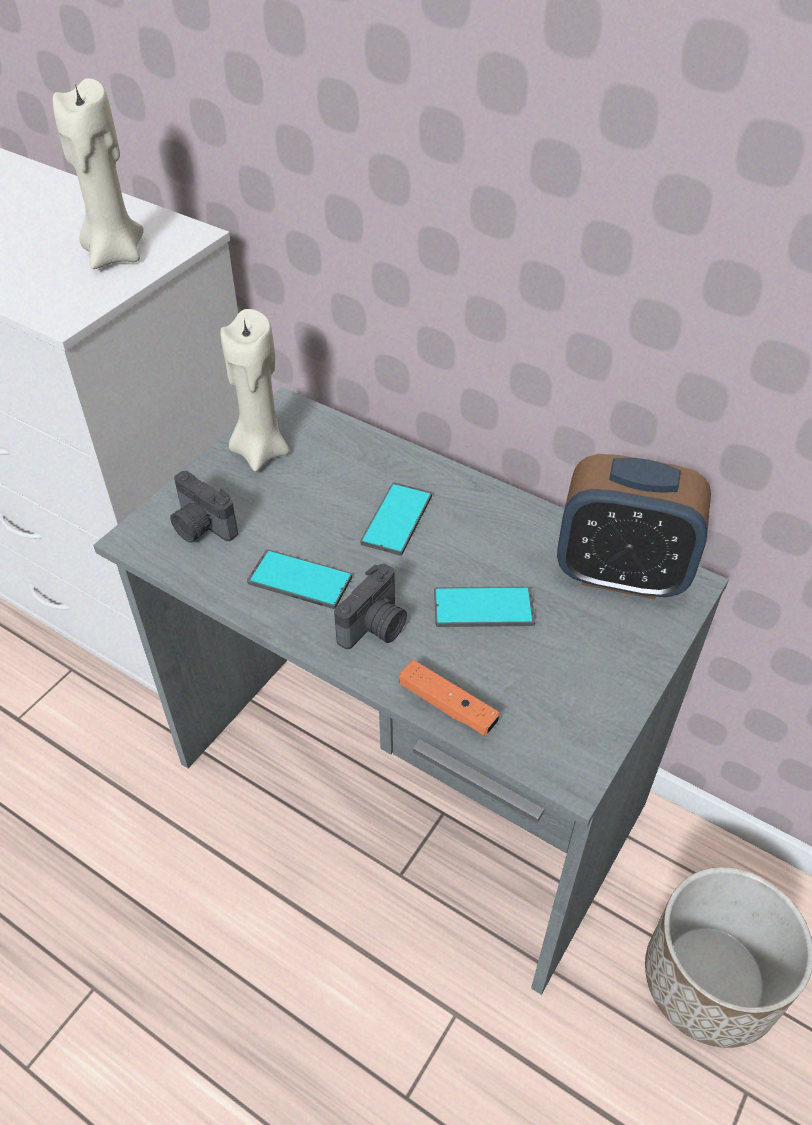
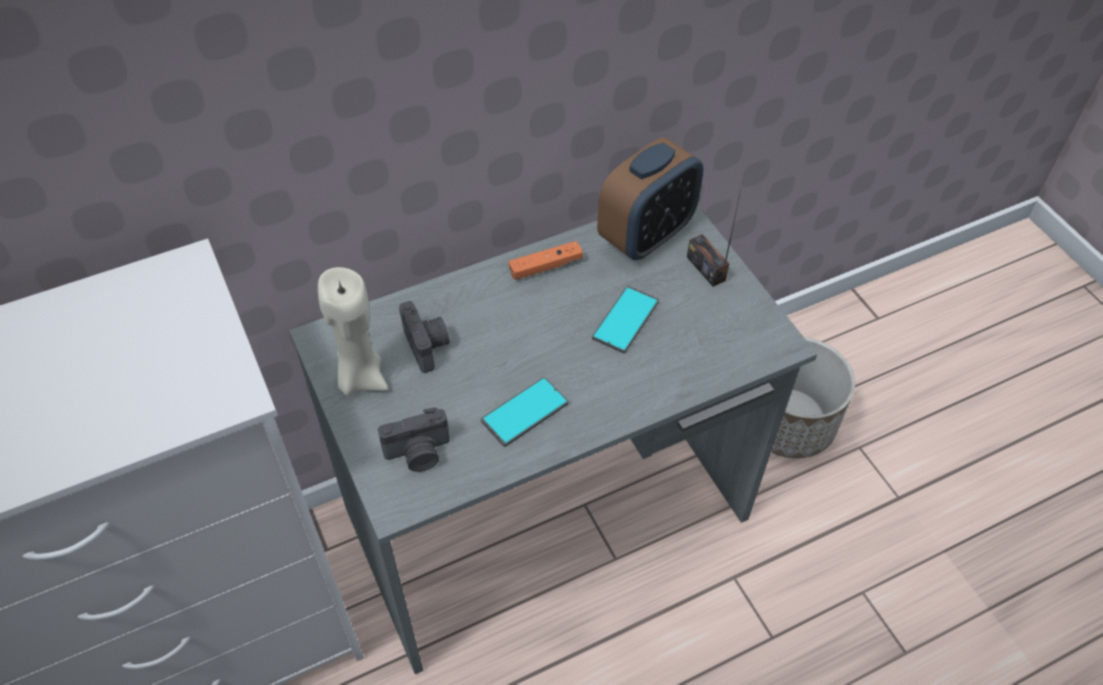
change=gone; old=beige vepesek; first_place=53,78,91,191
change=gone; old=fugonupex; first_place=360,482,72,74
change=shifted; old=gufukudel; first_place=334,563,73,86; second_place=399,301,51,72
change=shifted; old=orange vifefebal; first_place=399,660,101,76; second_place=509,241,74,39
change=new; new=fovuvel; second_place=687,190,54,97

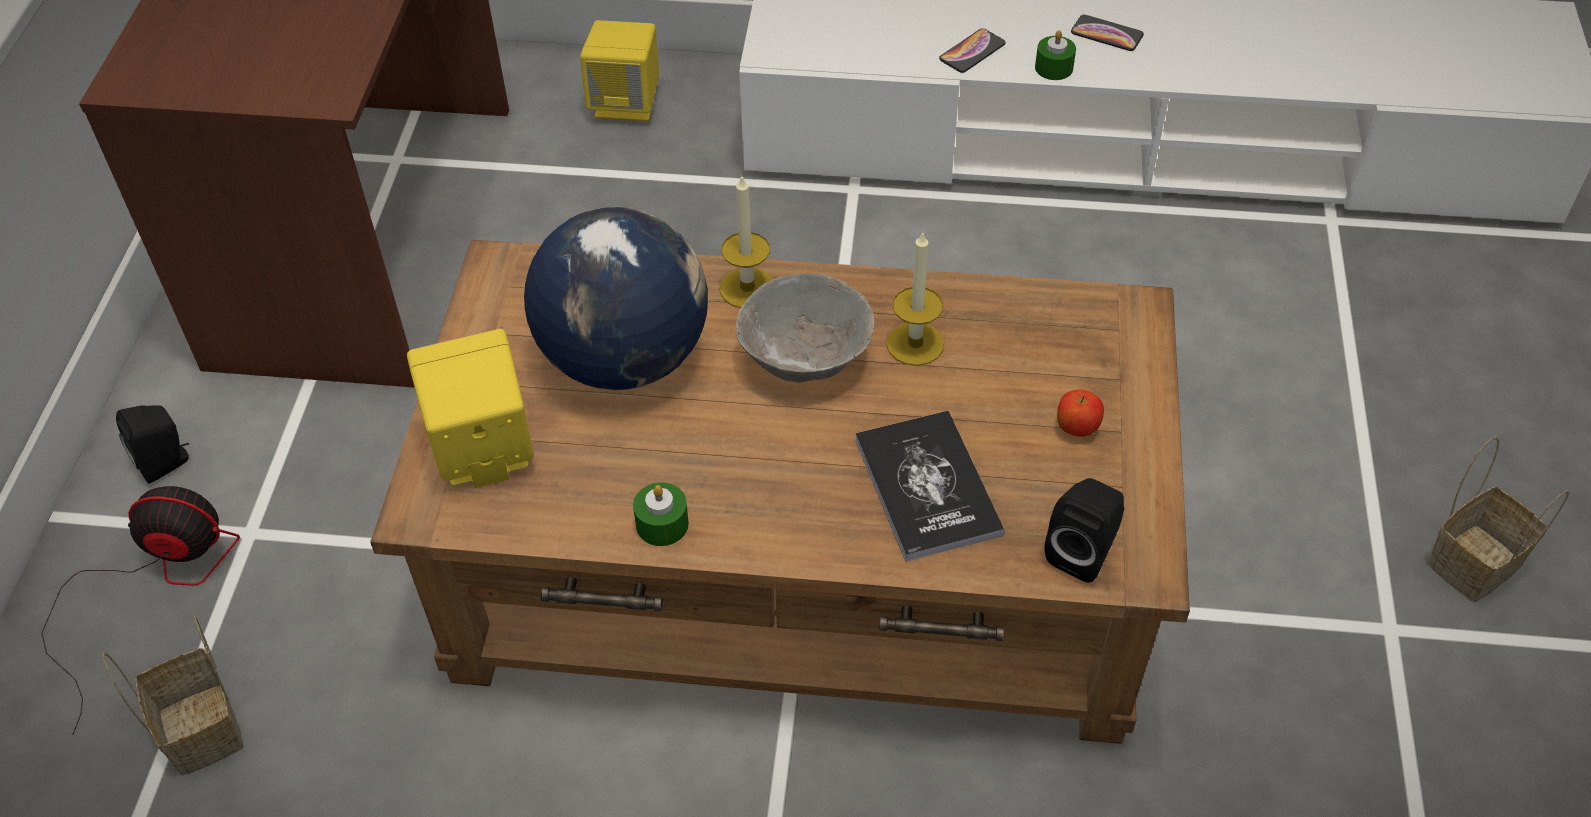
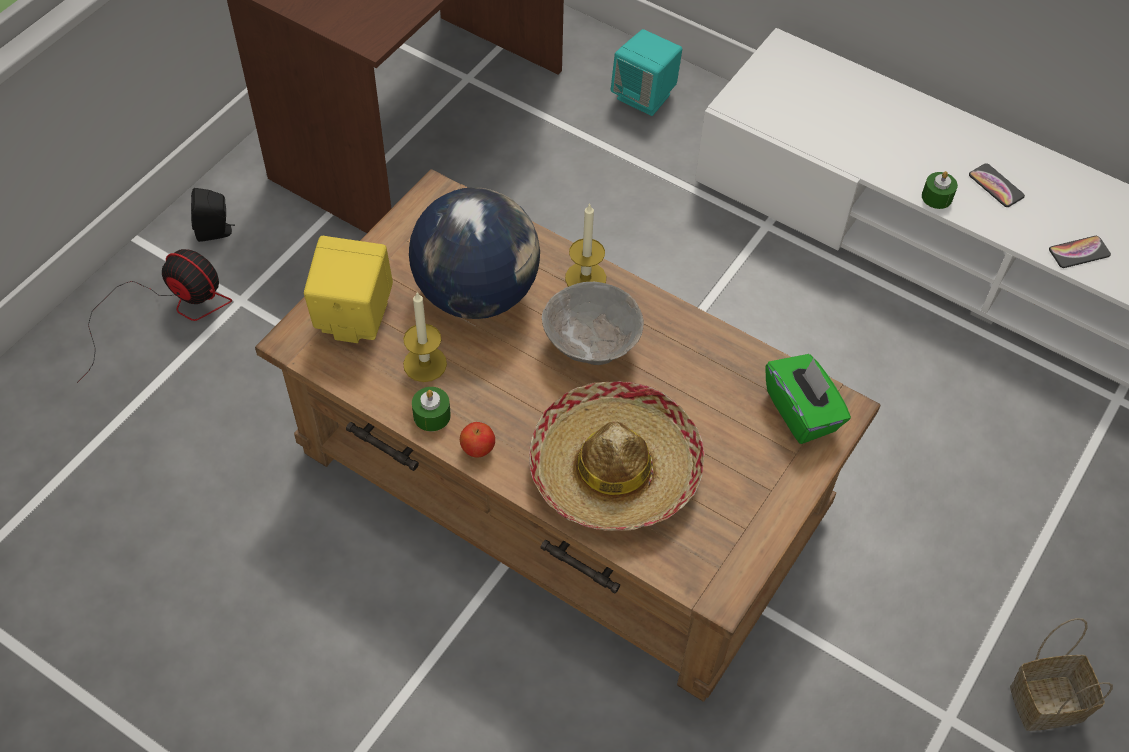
change=repainted; old=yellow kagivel; new=turquoise kagivel; first_place=580,20,79,101; second_place=611,29,71,87
change=shifted; old=fugonupex; first_place=939,28,67,45; second_place=1049,236,62,32
change=shifted; old=vepesek; first_place=886,231,58,135; second_place=403,291,44,91
change=shifted; old=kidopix; first_place=1057,390,47,47; second_place=460,422,35,36
change=swapped; old=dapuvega; new=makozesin; first_place=855,411,150,151; second_place=529,381,176,150
change=gone; old=black kagivel; first_place=1045,478,79,105
change=gone; old=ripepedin; first_place=102,614,142,161
change=new; new=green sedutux; second_place=765,354,86,90

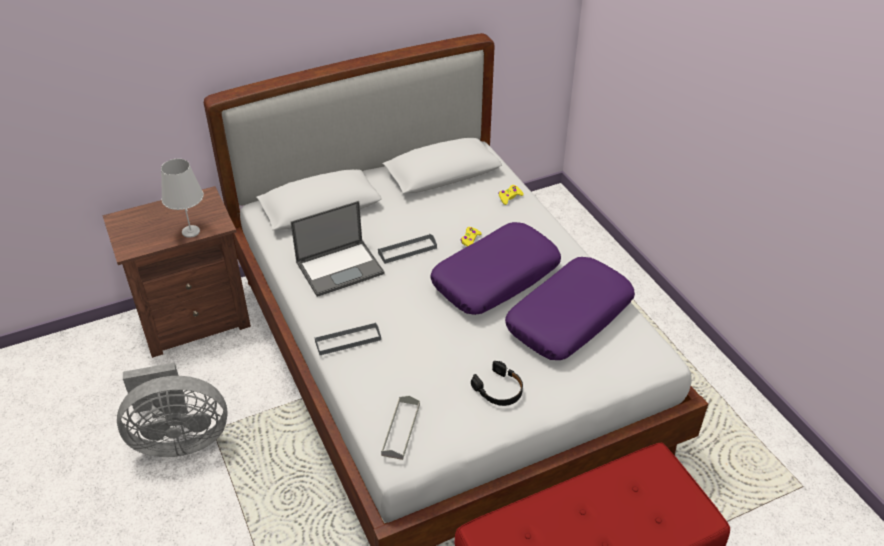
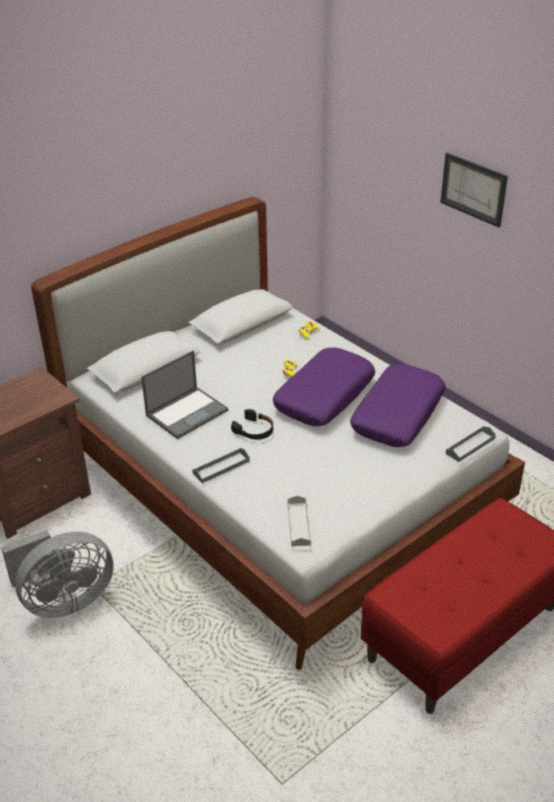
change=gone; old=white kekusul; first_place=161,159,43,79
change=shifted; old=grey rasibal; first_place=378,234,59,30; second_place=446,426,50,36
change=shifted; old=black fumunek; first_place=471,361,52,45; second_place=231,409,42,31
change=new; new=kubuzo; second_place=440,153,68,75

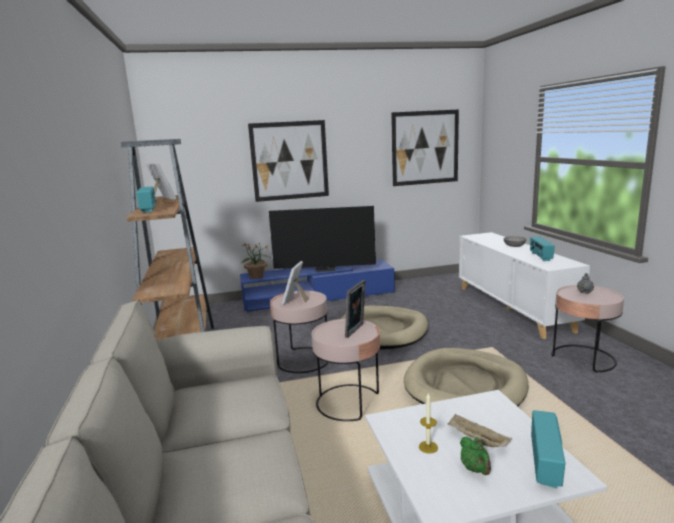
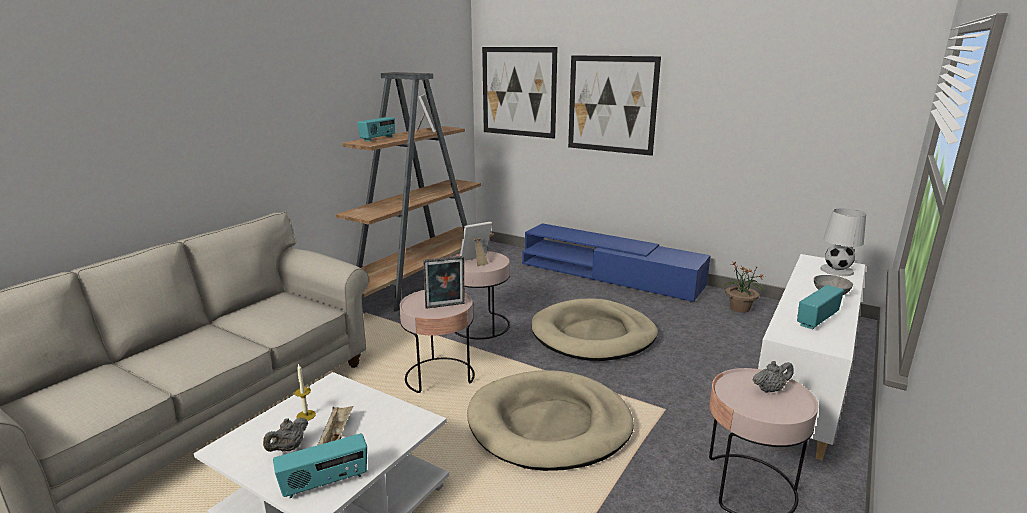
change=shifted; old=kubuzo; first_place=391,110,68,76; second_place=482,47,76,92
change=gone; old=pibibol; first_place=269,206,107,66
change=shifted; old=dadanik; first_place=241,243,28,36; second_place=724,262,41,51
change=repainted; old=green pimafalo; new=grey pimafalo; first_place=460,437,31,38; second_place=263,418,45,34
change=new; new=white kekusul; second_place=820,208,46,68

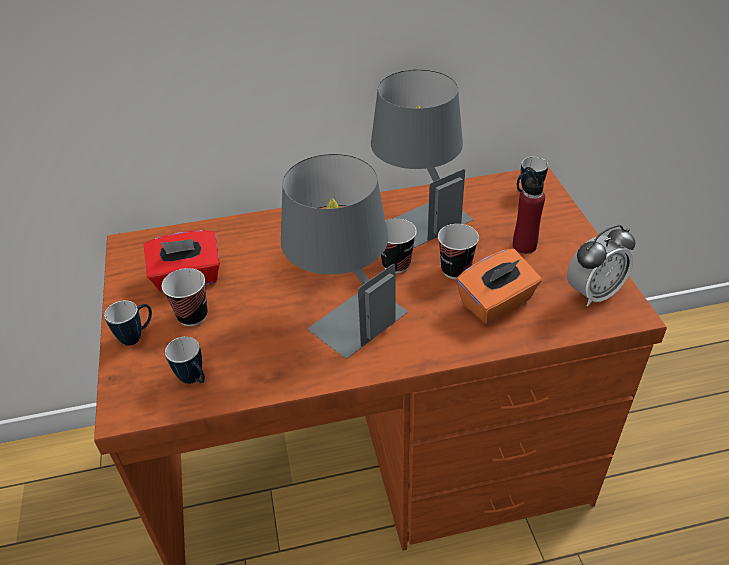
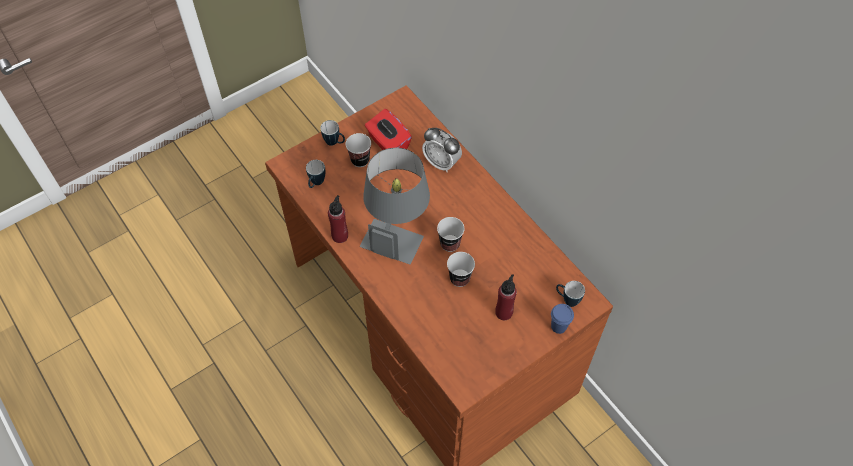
change=gone; old=grey kekusul; first_place=371,70,102,178
change=shifted; old=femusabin; first_place=567,225,69,82; second_place=422,128,40,44
change=gone; old=orange sedutux; first_place=456,249,86,75
change=new; new=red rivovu; second_place=328,195,20,48
change=new; new=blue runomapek; second_place=551,304,23,30

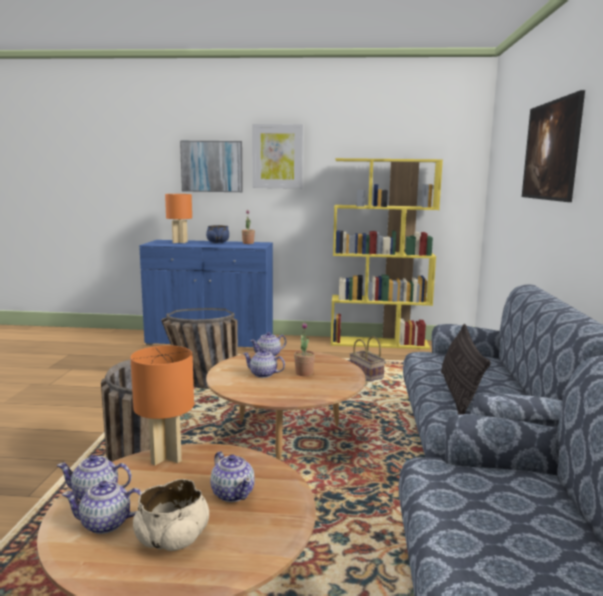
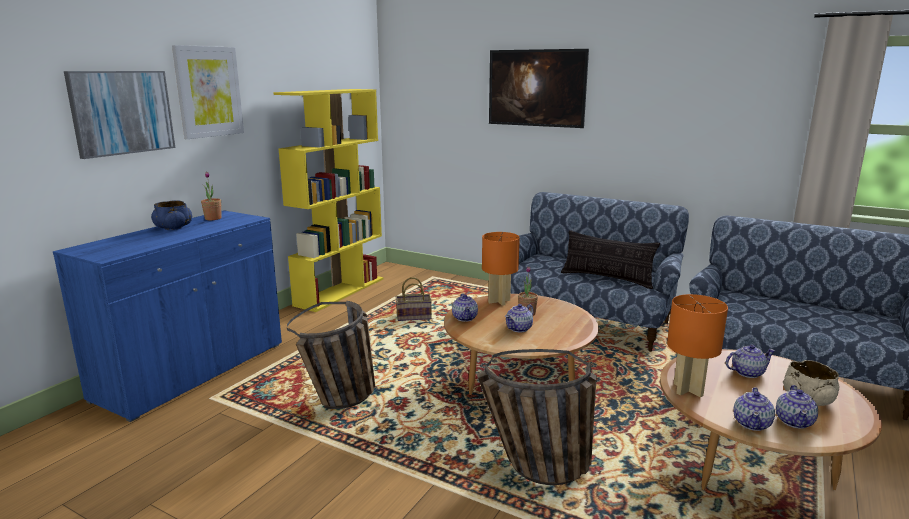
change=shifted; old=orange kekusul; first_place=165,194,27,49; second_place=482,232,38,74

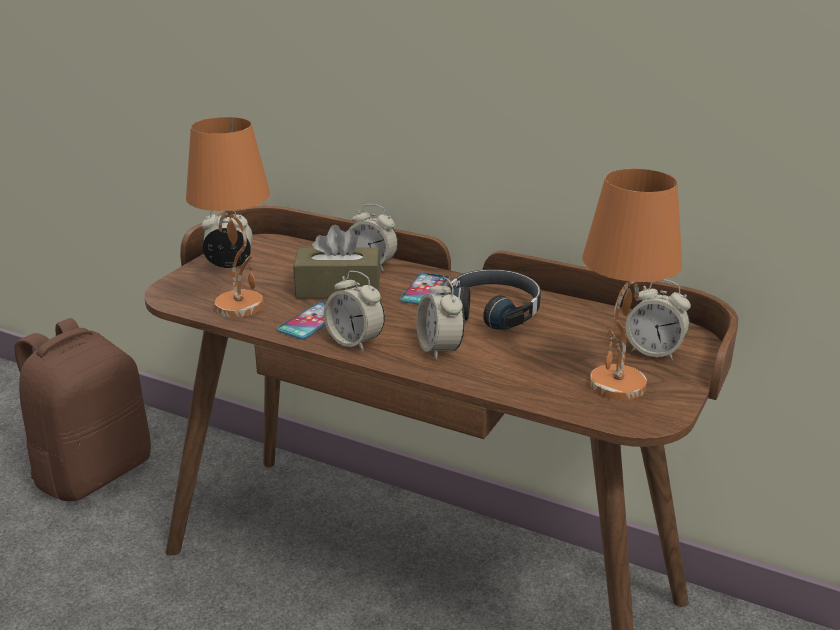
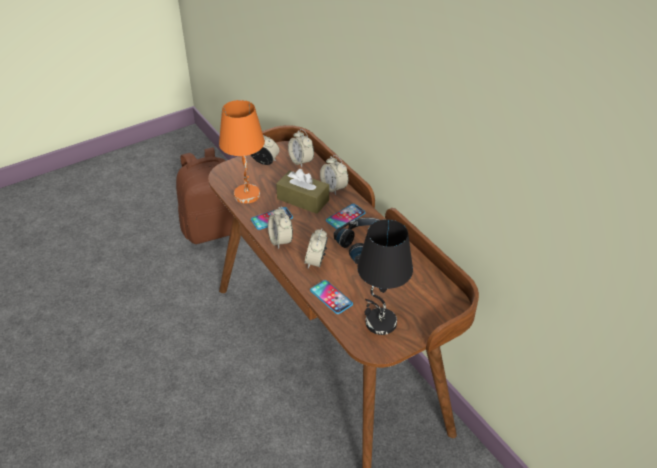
change=repainted; old=orange kekusul; new=black kekusul; first_place=582,168,100,232; second_place=357,219,56,116
change=shifted; old=femusabin; first_place=626,279,65,81; second_place=288,129,26,38
change=new; new=fugonupex; second_place=310,280,43,34

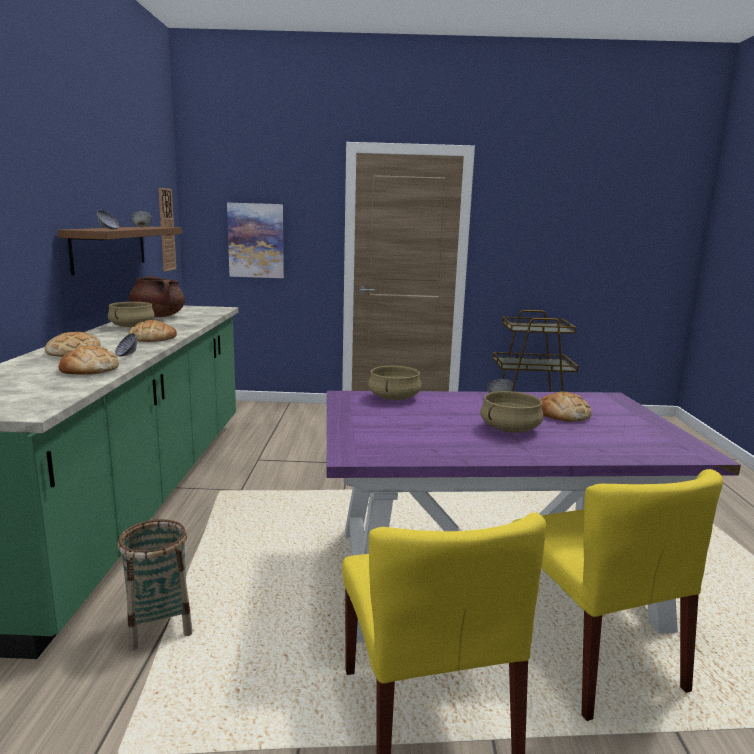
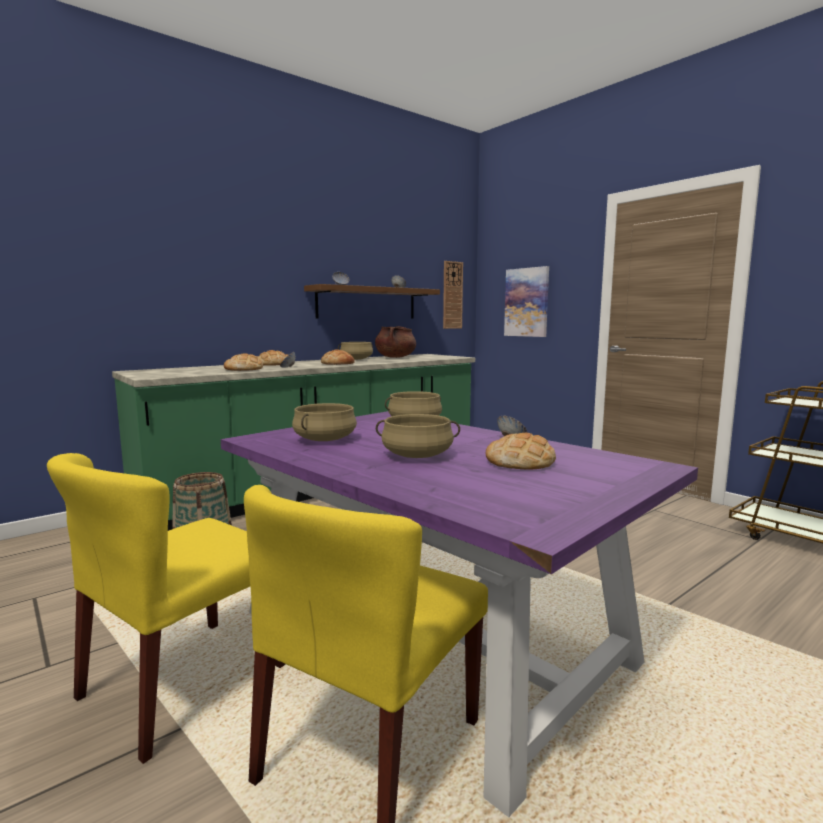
change=new; new=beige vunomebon; second_place=292,403,65,38

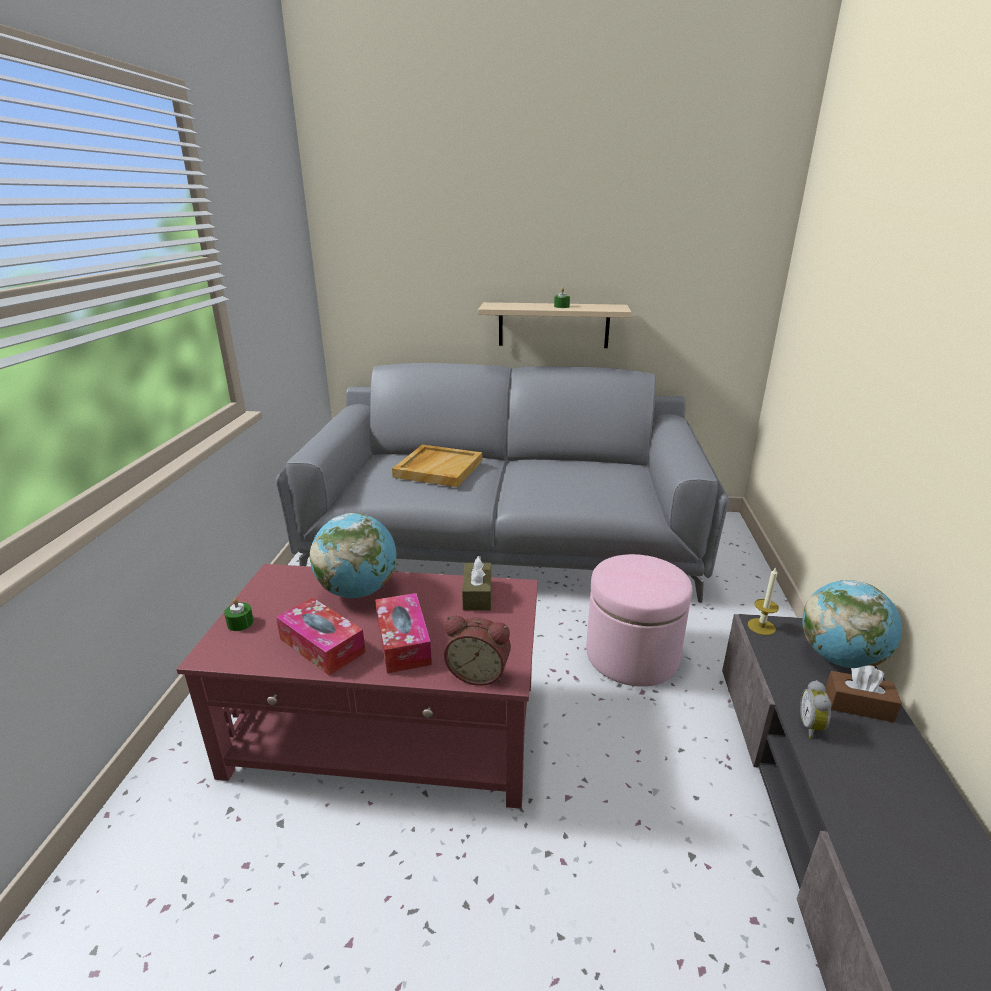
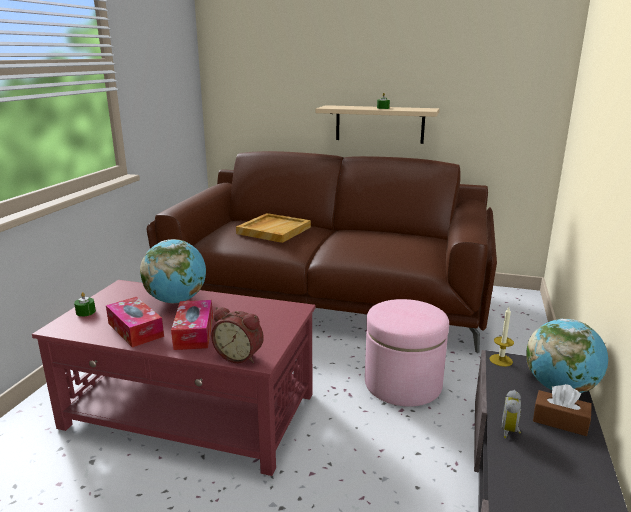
change=repainted; old=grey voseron; new=brown voseron; first_place=276,363,453,240; second_place=147,151,350,202
change=gone; old=brown sedutux; first_place=462,556,29,54

